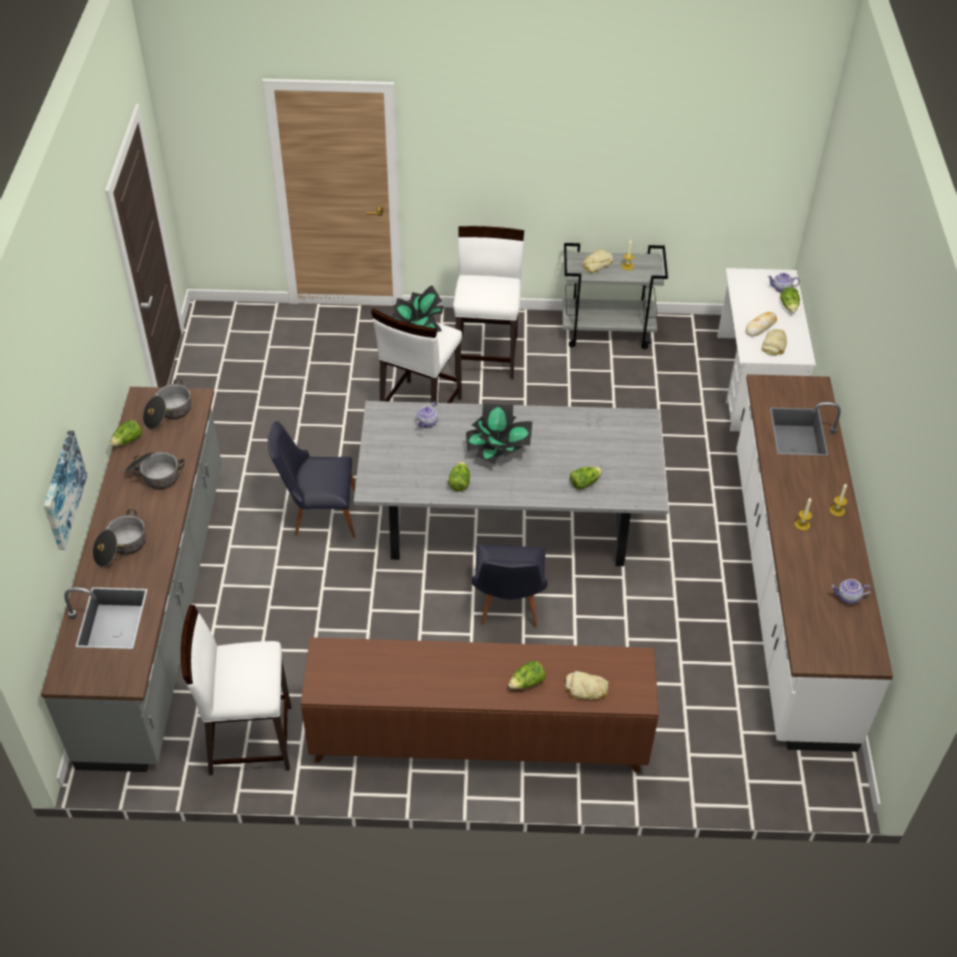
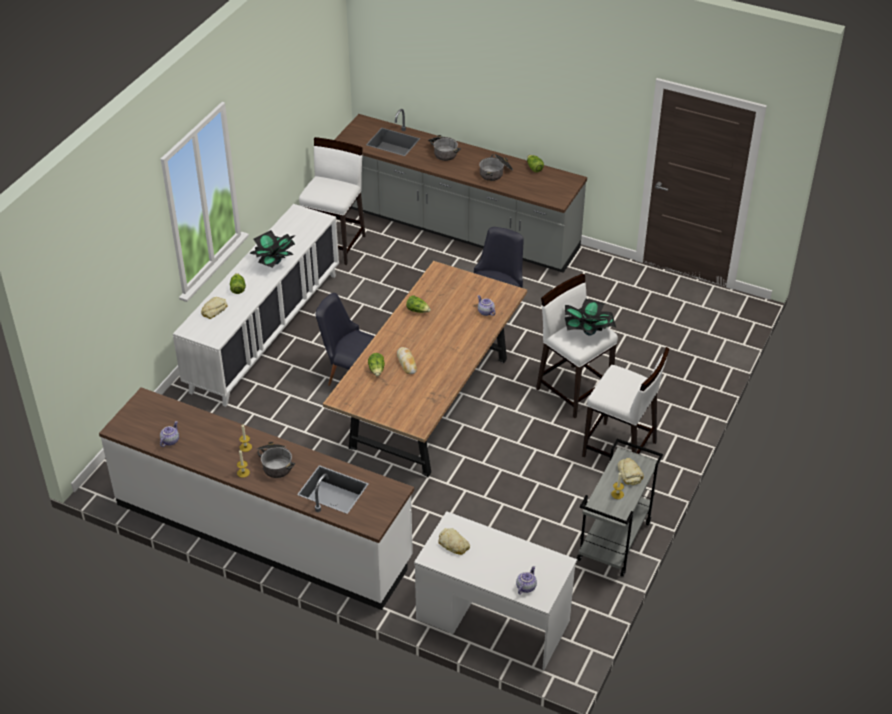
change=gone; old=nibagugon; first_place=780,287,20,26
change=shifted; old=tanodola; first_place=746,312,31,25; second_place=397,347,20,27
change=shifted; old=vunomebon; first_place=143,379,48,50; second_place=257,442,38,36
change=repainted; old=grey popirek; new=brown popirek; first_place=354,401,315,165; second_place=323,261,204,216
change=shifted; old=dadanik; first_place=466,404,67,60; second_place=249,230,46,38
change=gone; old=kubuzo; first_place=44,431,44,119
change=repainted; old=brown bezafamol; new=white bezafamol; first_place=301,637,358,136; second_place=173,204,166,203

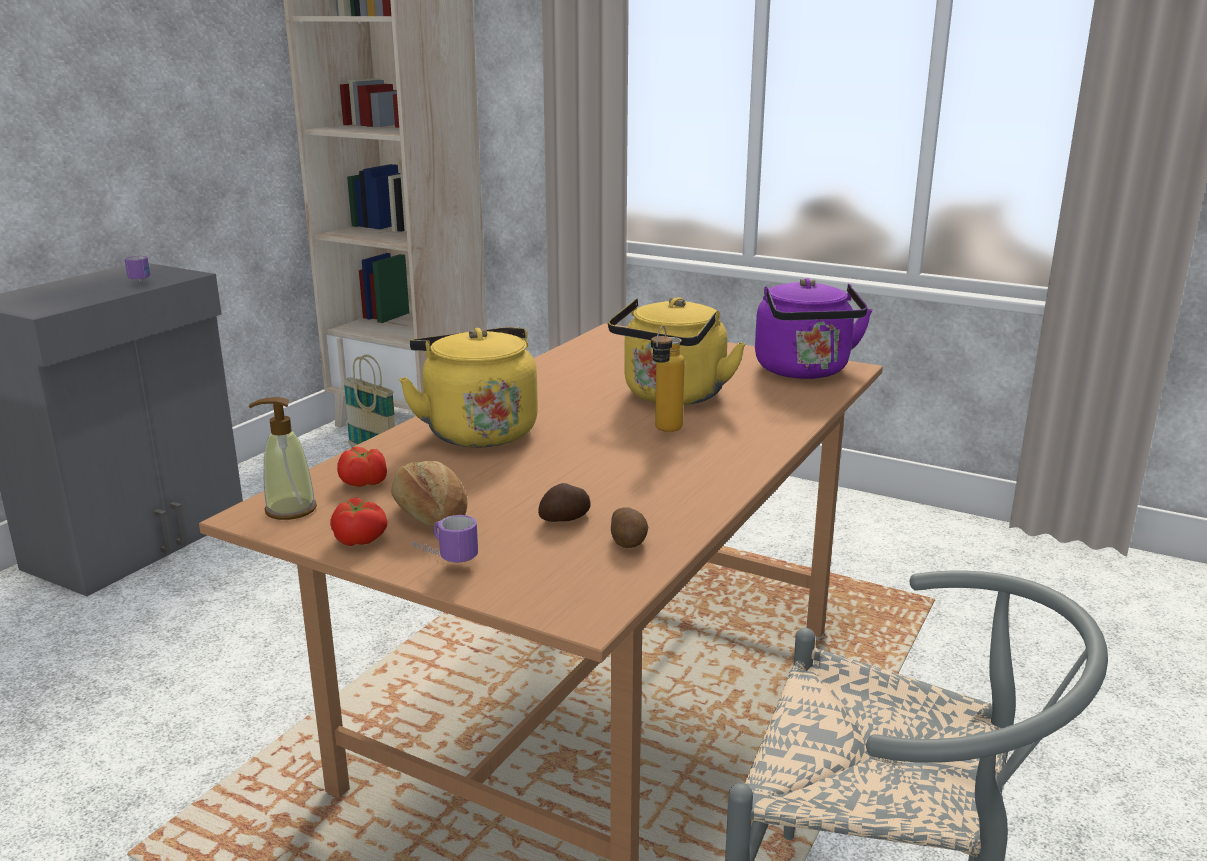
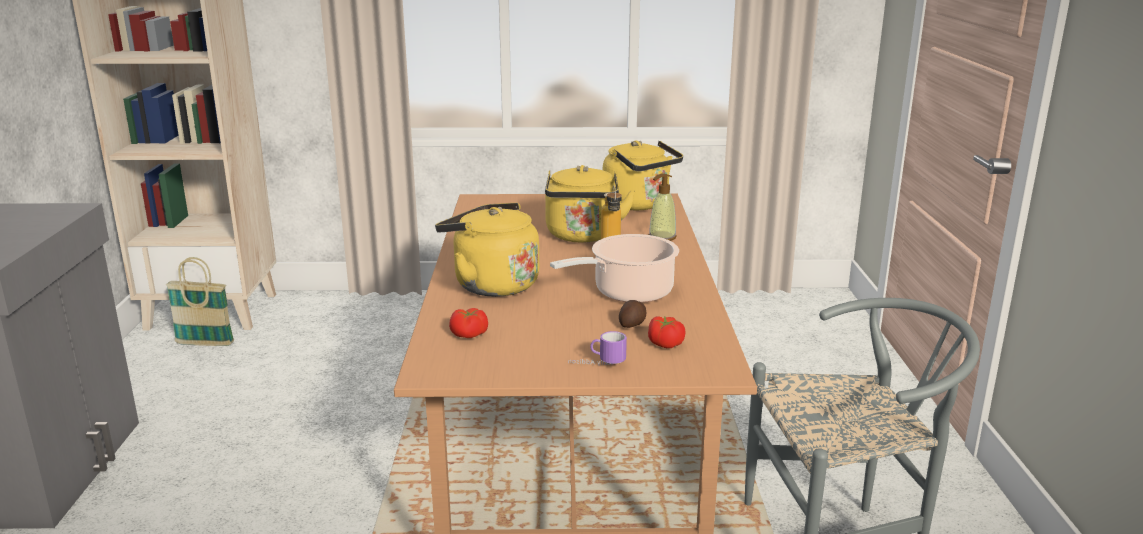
change=gone; old=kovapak; first_place=125,256,25,27
change=repainted; old=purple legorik; new=yellow legorik; first_place=755,278,117,101; second_place=603,140,80,70
change=shifted; old=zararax; first_place=249,397,68,123; second_place=649,173,28,68
change=gone; old=tanodola; first_place=391,461,76,66
change=shifted; old=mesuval; first_place=330,498,58,48; second_place=648,316,37,32
change=gone; old=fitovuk; first_place=611,508,37,40
change=new; new=vunomebon; second_place=550,234,129,69

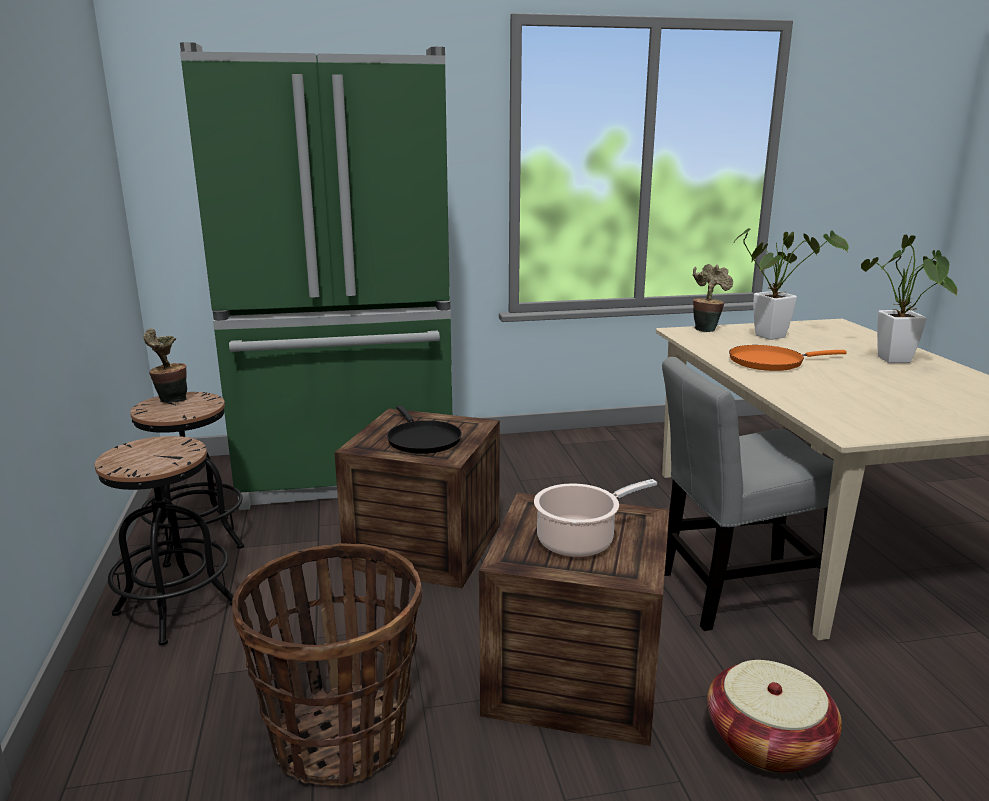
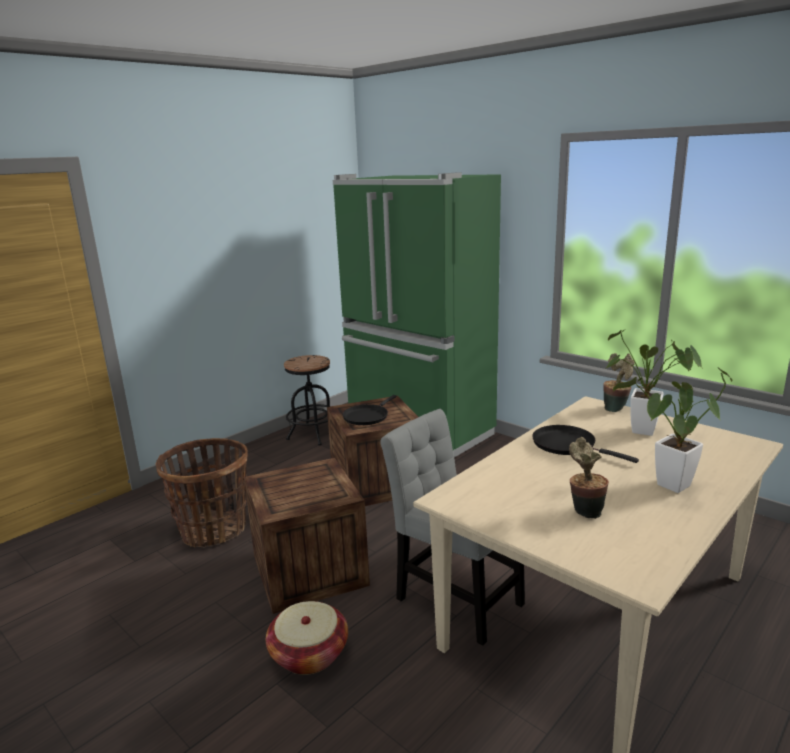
change=shifted; old=dadanik; first_place=143,328,44,75; second_place=569,437,40,82
change=repainted; old=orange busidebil; new=black busidebil; first_place=729,345,118,26; second_place=532,425,107,38
change=gone; old=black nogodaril; first_place=95,436,139,210
change=gone; old=vunomebon; first_place=534,479,123,78

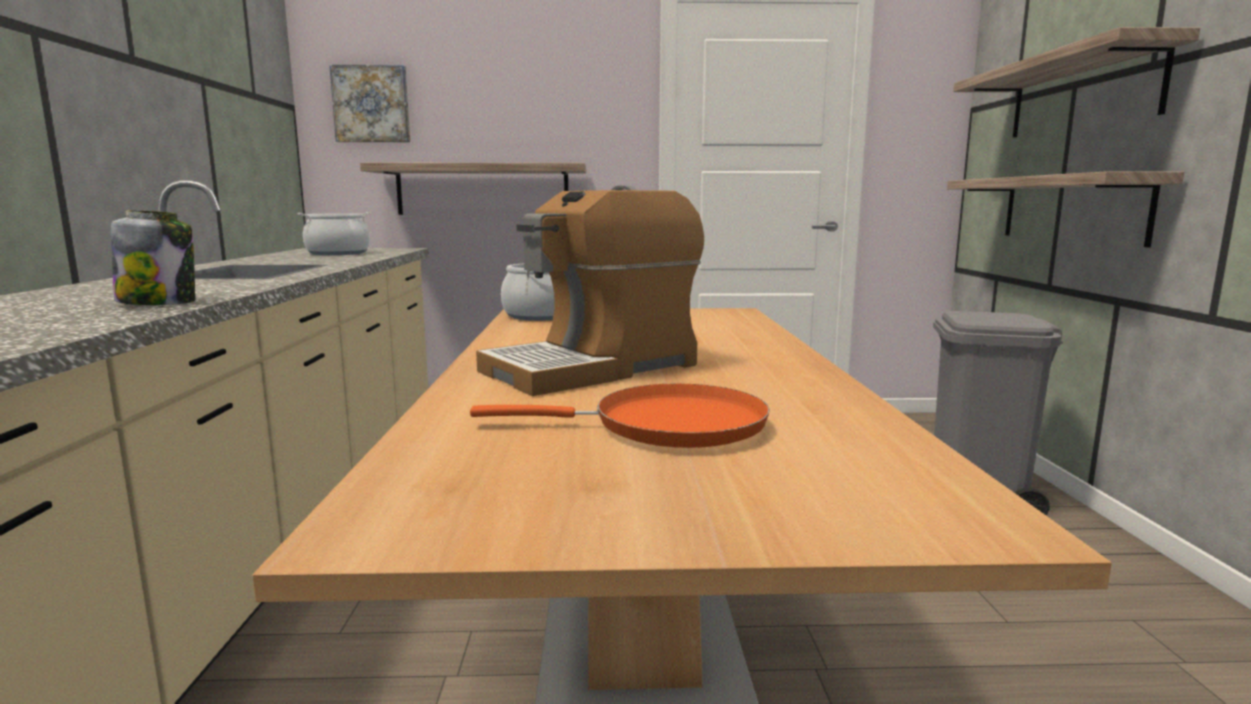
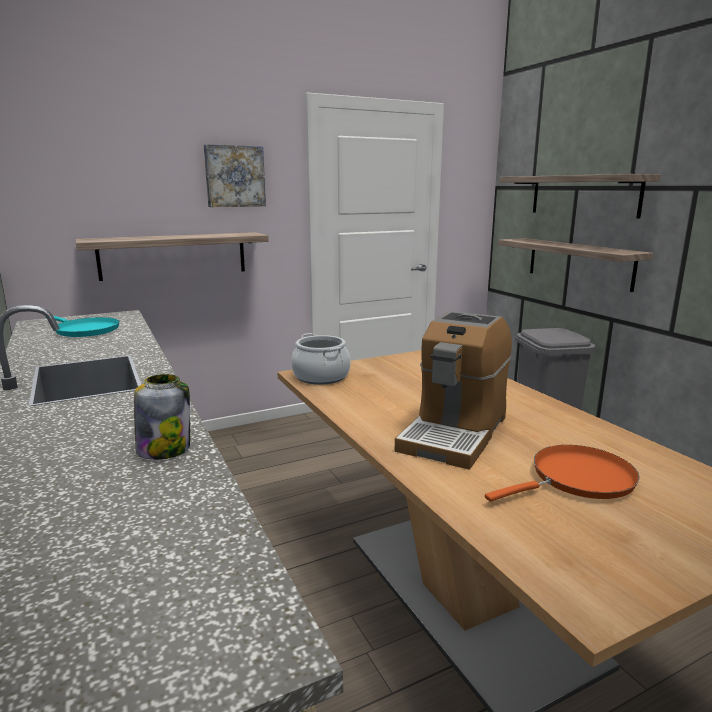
change=shifted; old=kubuzo; first_place=329,64,81,78; second_place=204,144,62,63
change=swapped; old=vunomebon; new=turquoise busidebil; first_place=297,212,74,43; second_place=46,316,74,21

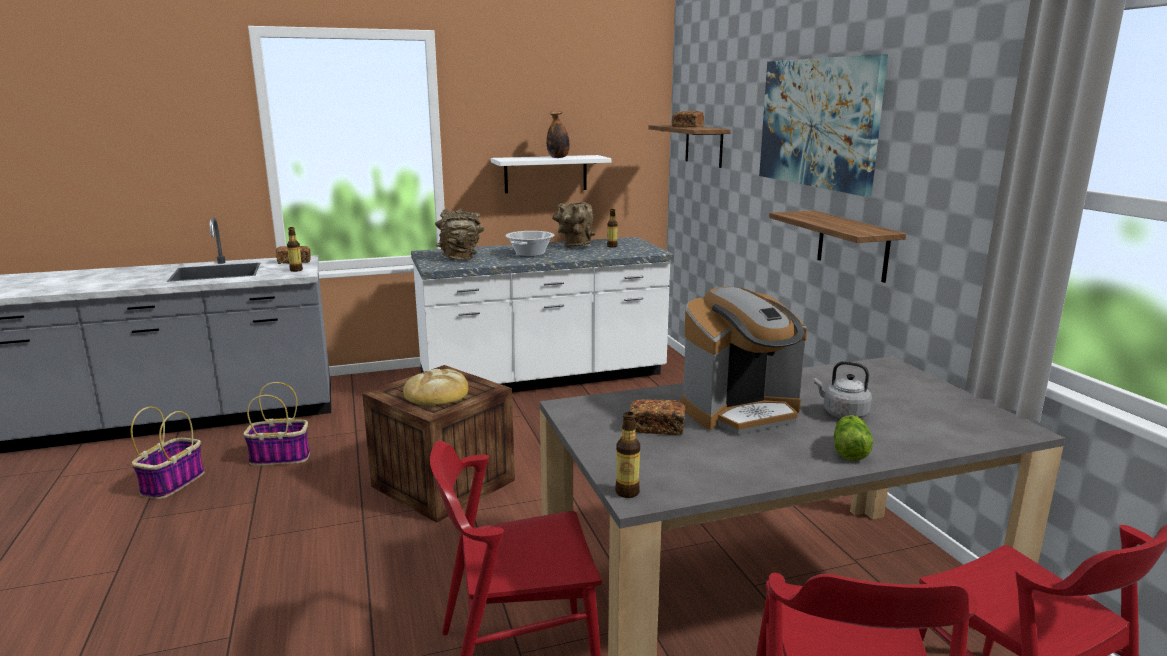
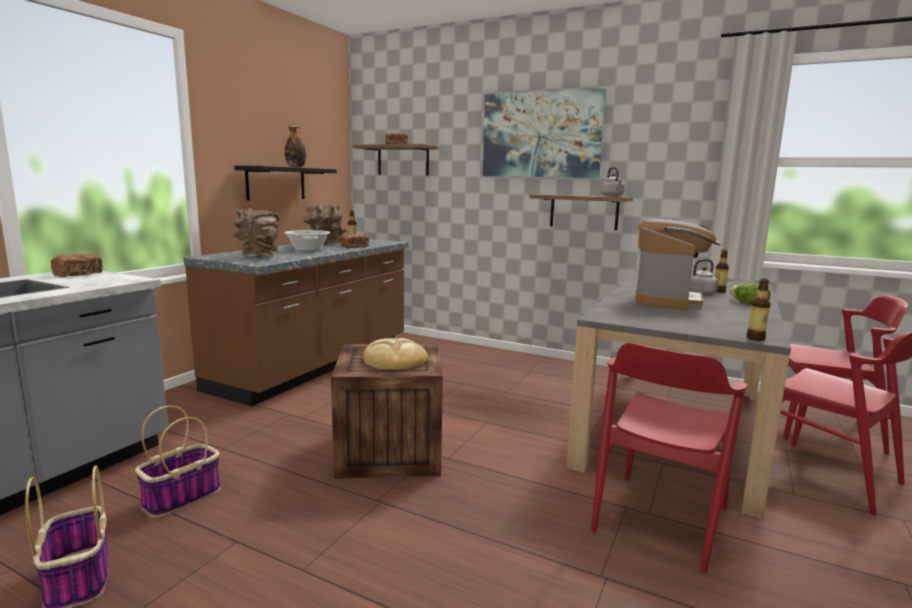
change=repainted; old=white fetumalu; new=black fetumalu; first_place=491,155,120,38; second_place=235,166,102,34
change=shifted; old=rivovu; first_place=287,227,16,45; second_place=715,250,14,43
change=repainted; old=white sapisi; new=brown sapisi; first_place=411,237,263,155; second_place=183,239,226,167
change=shifted; old=tanodola; first_place=630,400,55,35; second_place=340,233,29,15
change=new; new=grey legorik; second_place=601,167,24,30

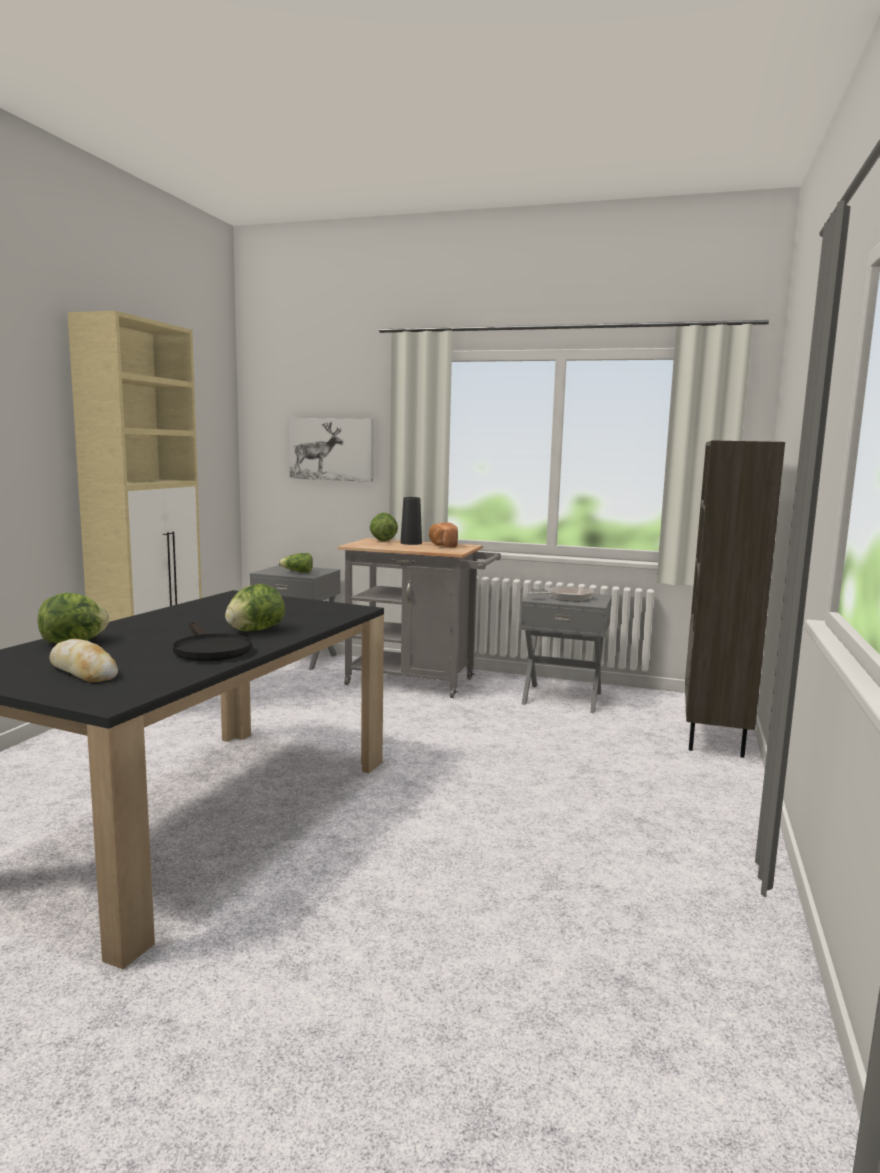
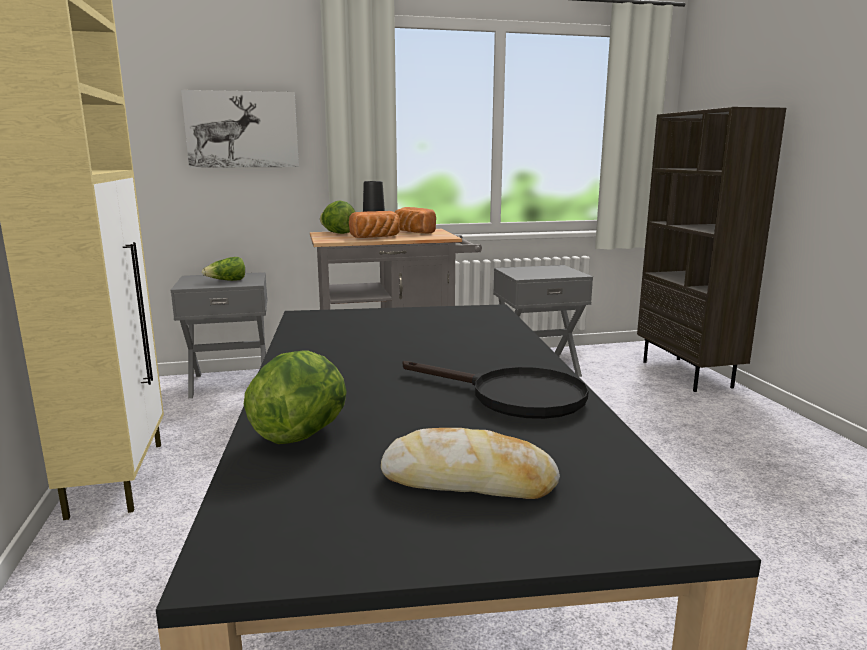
change=gone; old=nibagugon; first_place=225,584,60,47
change=gone; old=busidebil; first_place=525,586,69,16
change=new; new=tanodola; second_place=349,211,51,27

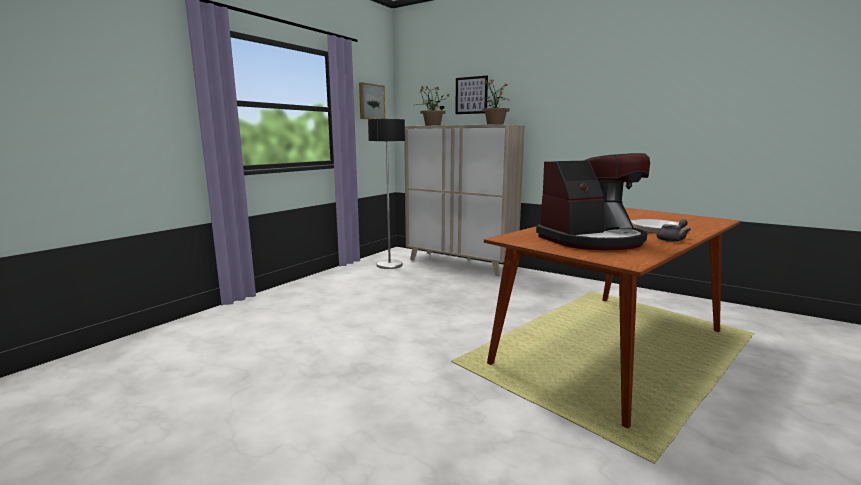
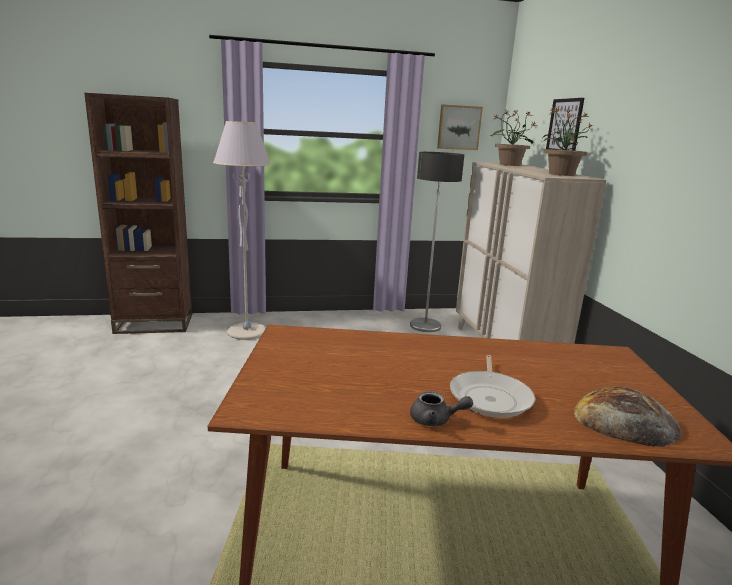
change=gone; old=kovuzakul; first_place=536,153,114,97
change=new; new=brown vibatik; second_place=84,93,108,241
change=new; new=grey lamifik; second_place=213,121,58,219
change=new; new=tanodola; second_place=574,386,108,61

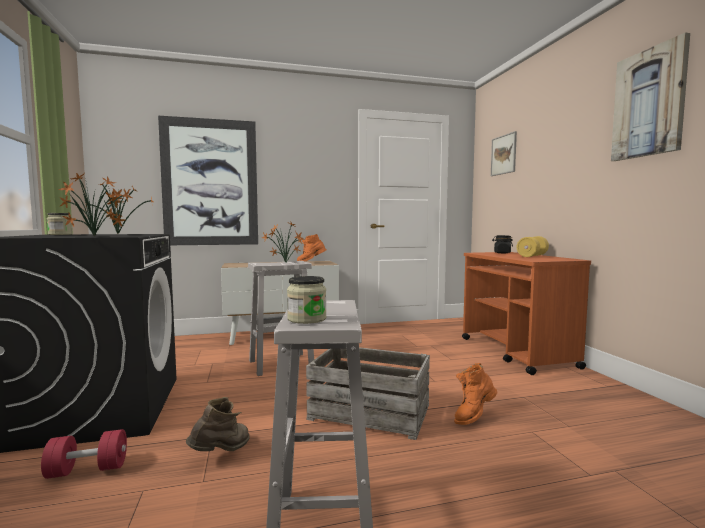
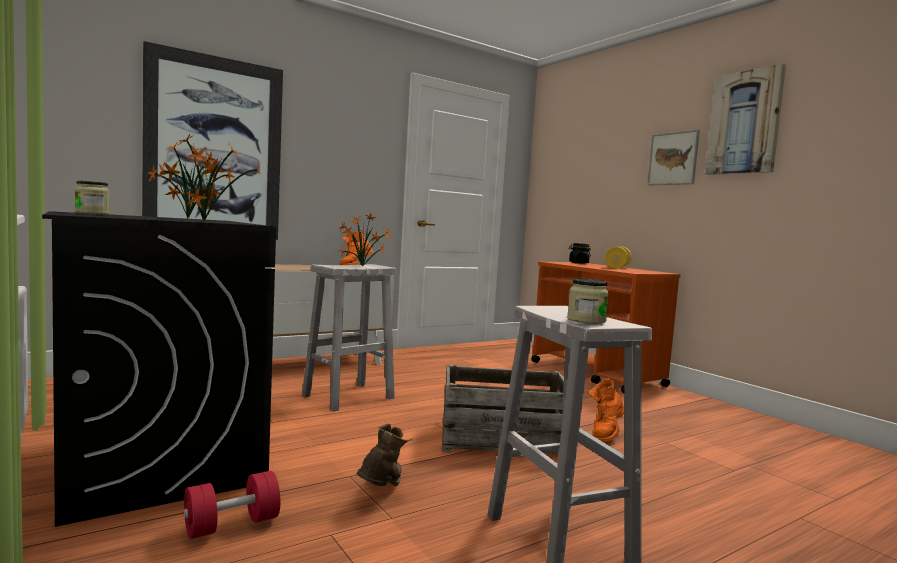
change=shifted; old=kubuzo; first_place=491,131,26,45; second_place=647,130,53,55

